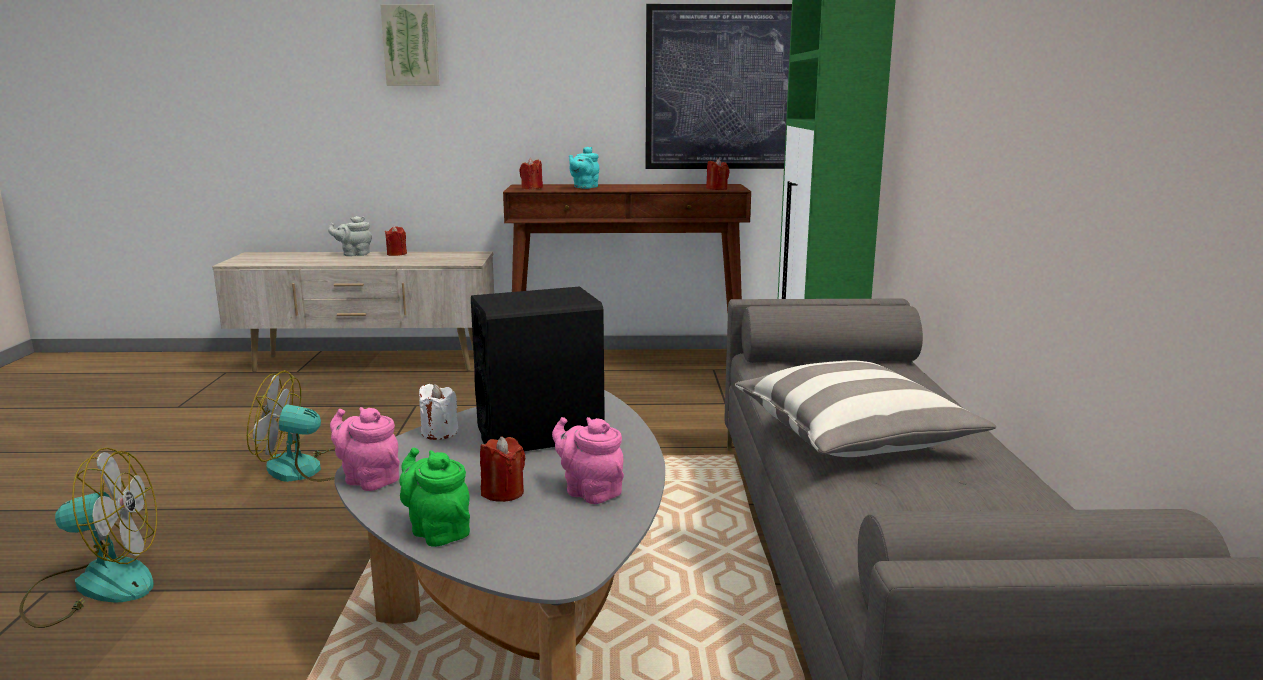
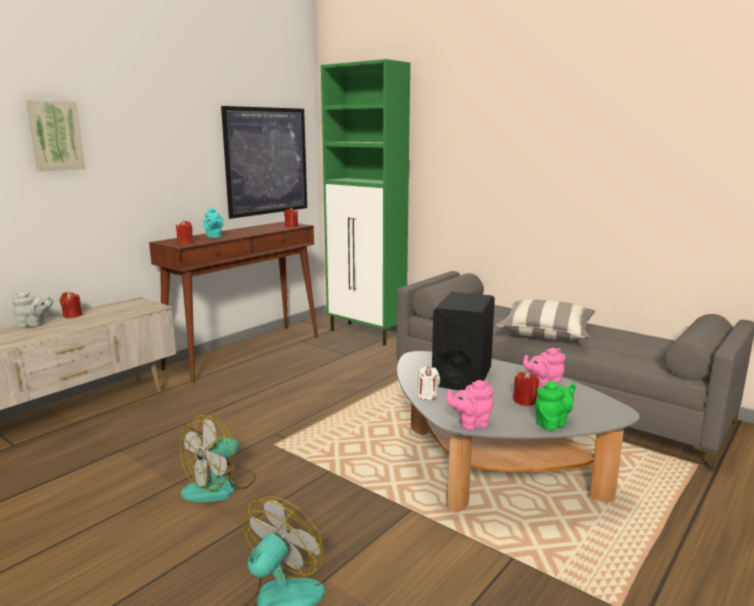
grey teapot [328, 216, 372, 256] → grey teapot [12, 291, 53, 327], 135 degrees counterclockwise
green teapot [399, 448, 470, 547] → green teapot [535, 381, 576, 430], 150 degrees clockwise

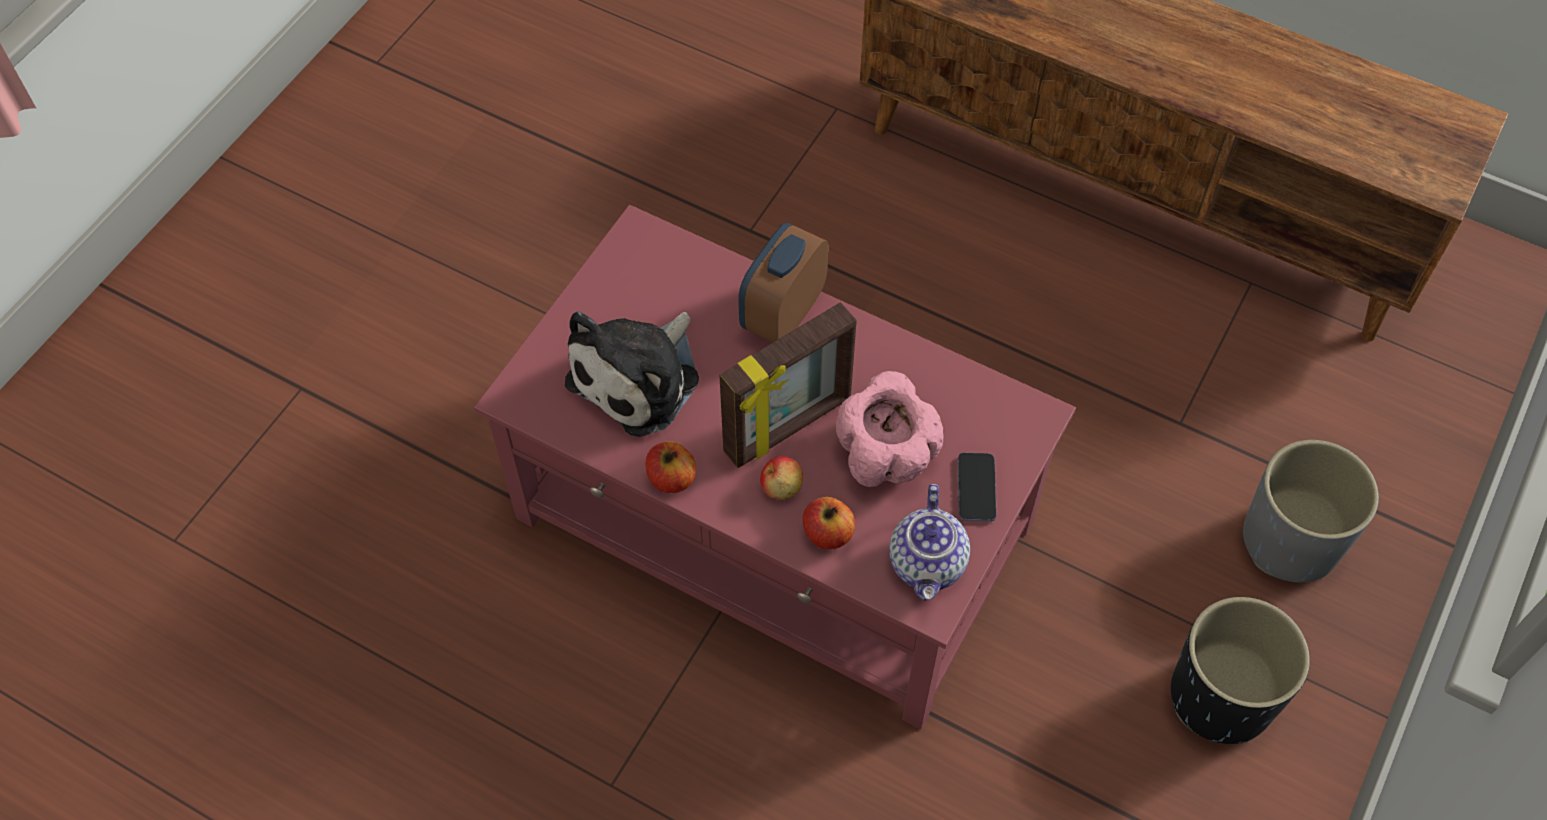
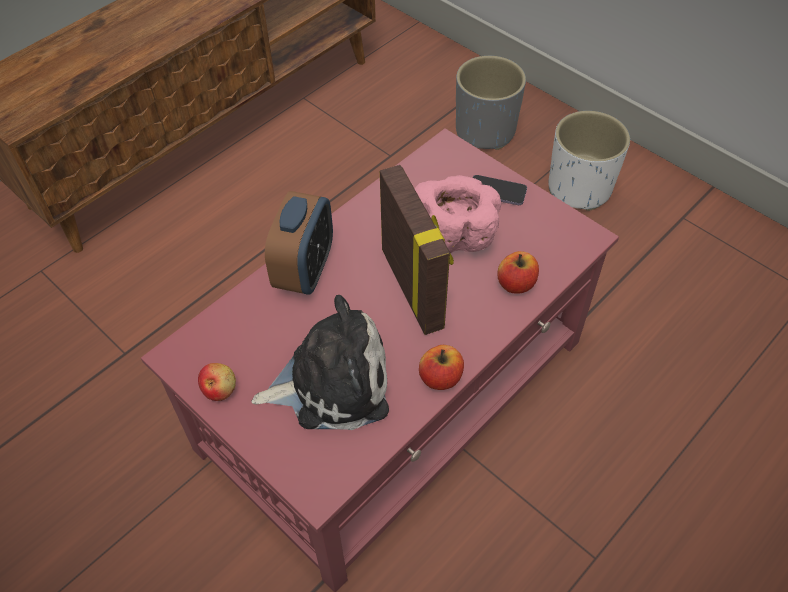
alarm clock [738, 223, 829, 342] → alarm clock [265, 191, 333, 295], 120 degrees counterclockwise
plush toy [565, 311, 699, 437] → plush toy [251, 295, 389, 430], 60 degrees counterclockwise
apple [760, 456, 803, 500] → apple [198, 363, 236, 401], relocated
teapot [889, 484, 970, 601] → -
black planter [1171, 597, 1310, 744] → white planter [549, 111, 630, 211]

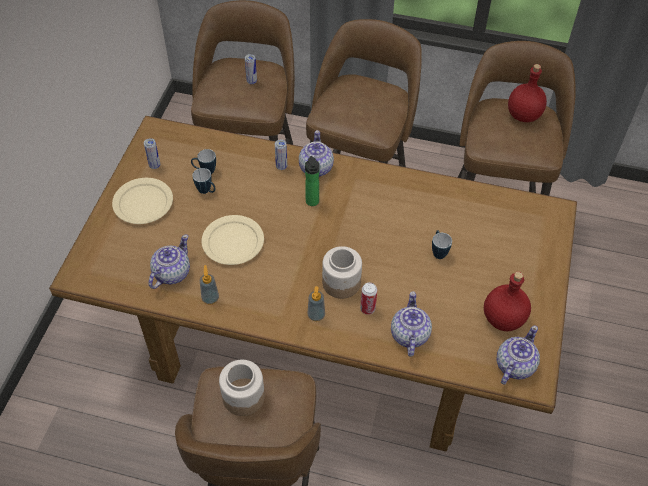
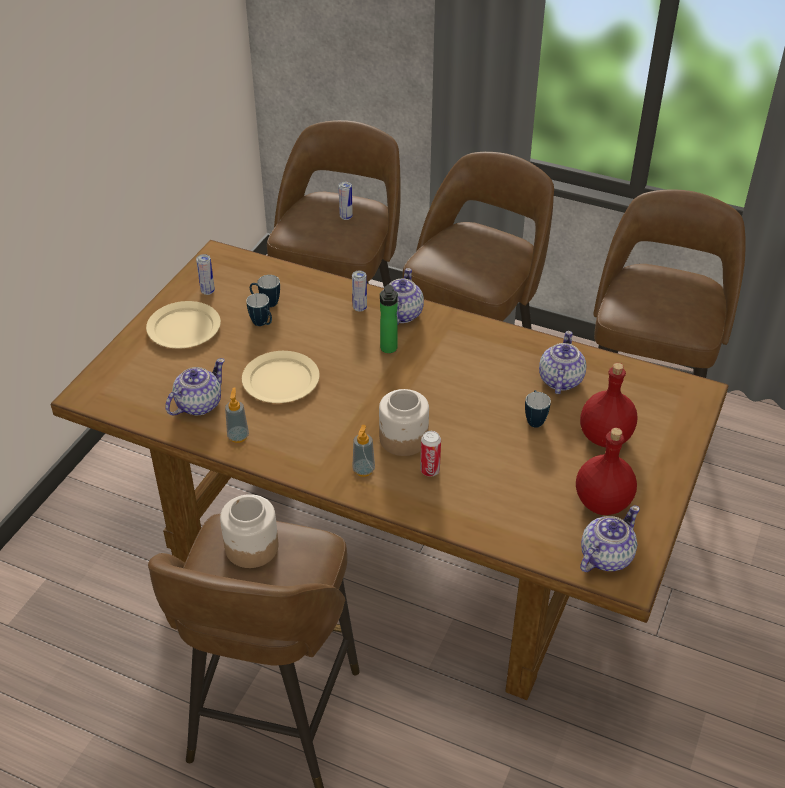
red bottle [508, 64, 547, 122] → red bottle [580, 363, 637, 447], relocated
teapot [391, 291, 432, 357] → teapot [539, 331, 586, 394], relocated

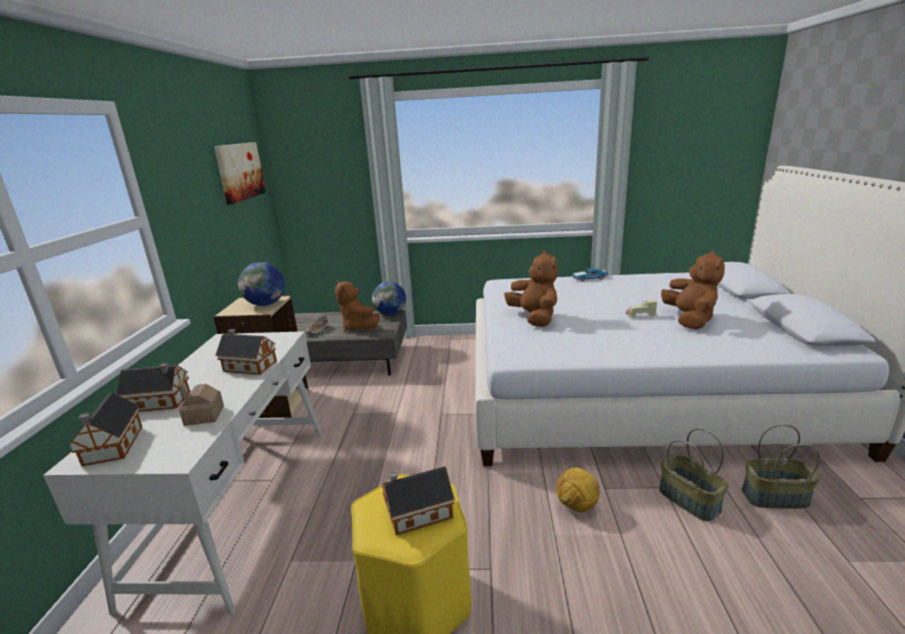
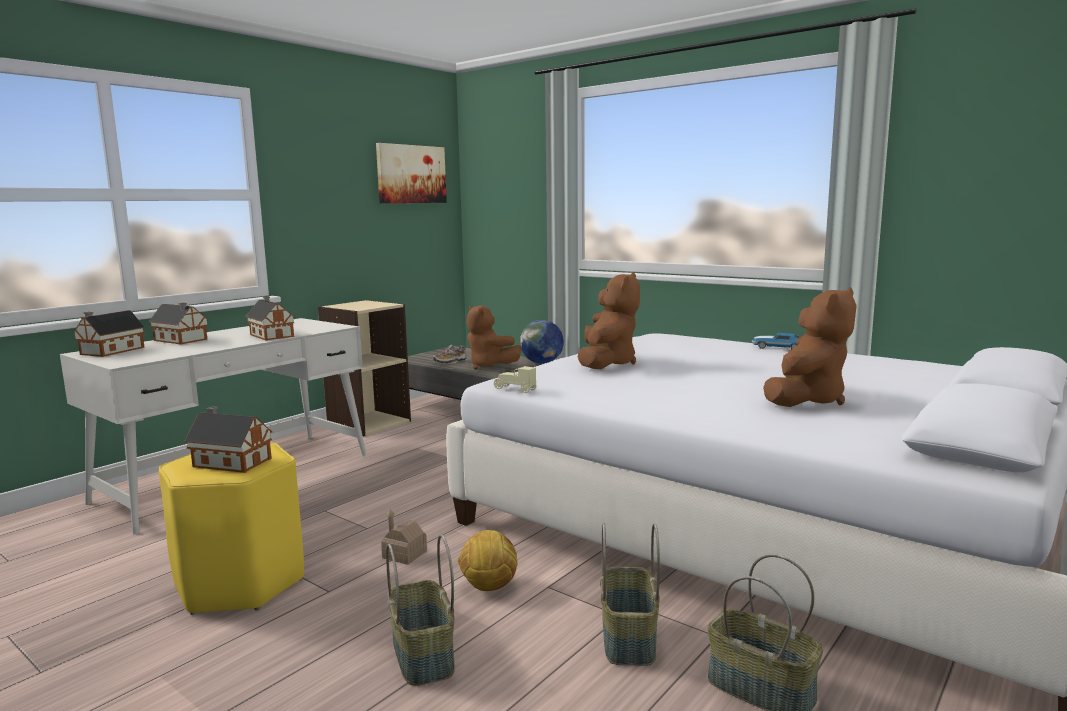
globe [238, 262, 285, 306] → -
brown plush toy [335, 280, 380, 332] → brown plush toy [467, 305, 521, 370], 45 degrees counterclockwise
beige toy car [625, 300, 657, 318] → beige toy car [494, 366, 537, 393], relocated
toy house [176, 380, 224, 426] → toy house [381, 510, 427, 565], relocated
- → basket [386, 534, 455, 686]

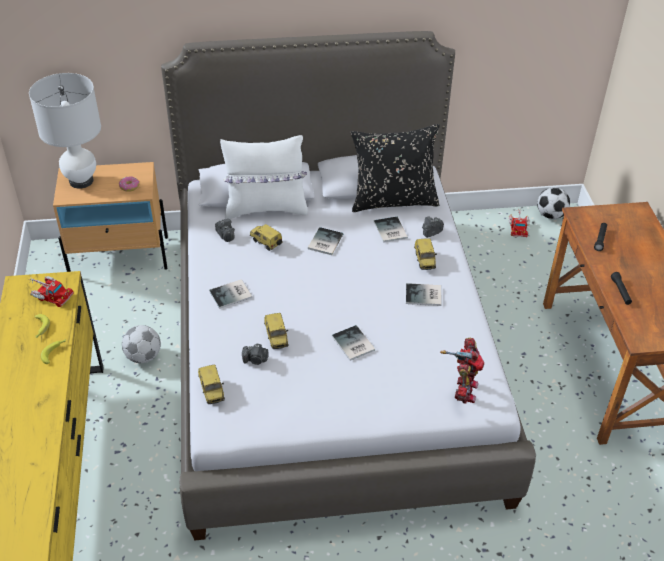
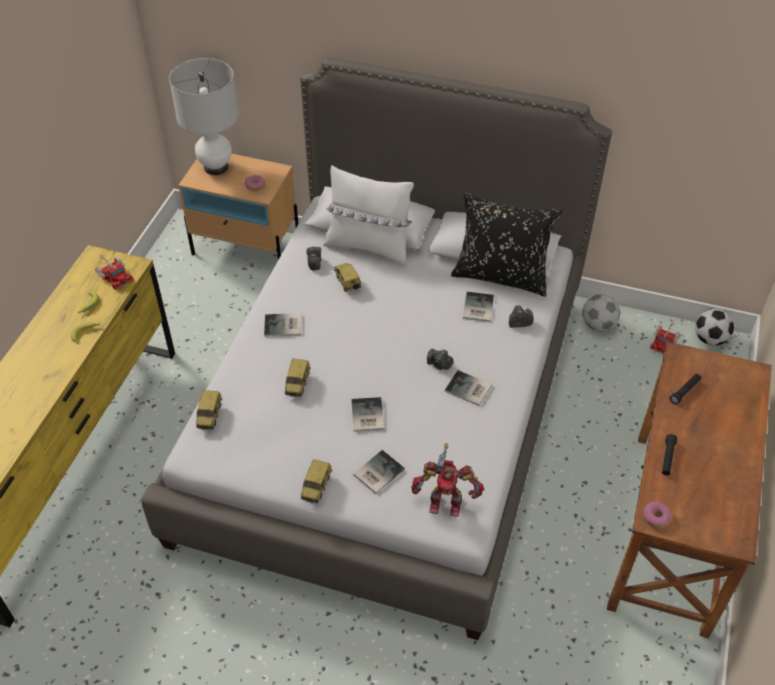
book [308, 227, 343, 255] → book [353, 450, 405, 494], relocated
toy car [414, 238, 437, 270] → toy car [301, 459, 332, 503], relocated
football [122, 325, 161, 363] → football [582, 294, 620, 331], relocated
toy robot [440, 337, 484, 404] → toy robot [411, 443, 484, 517], 60 degrees clockwise
photo camera [242, 344, 269, 365] → photo camera [427, 349, 453, 370], relocated
- → donut [643, 501, 672, 528]

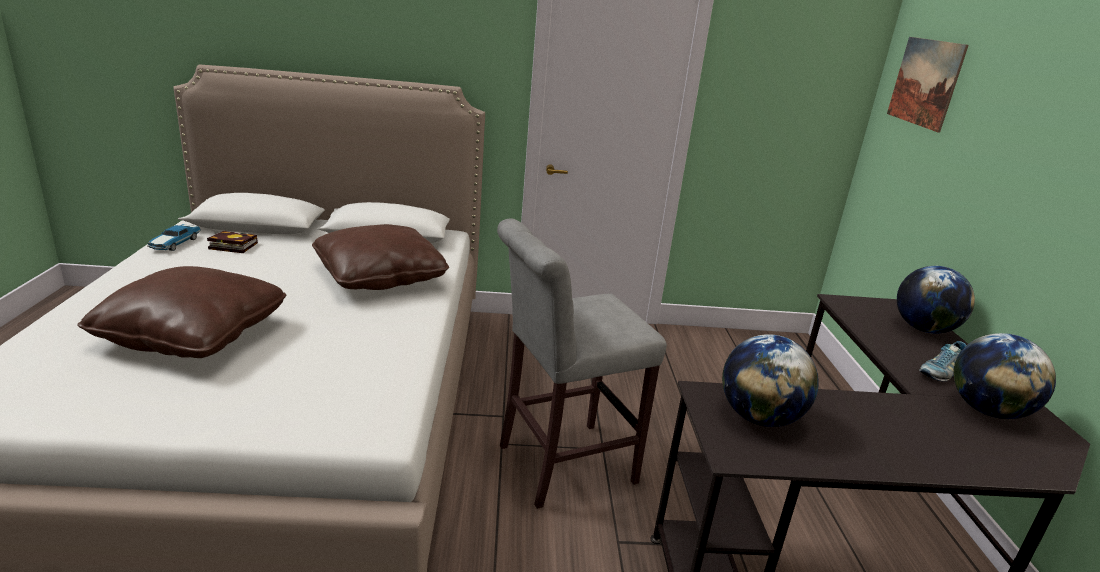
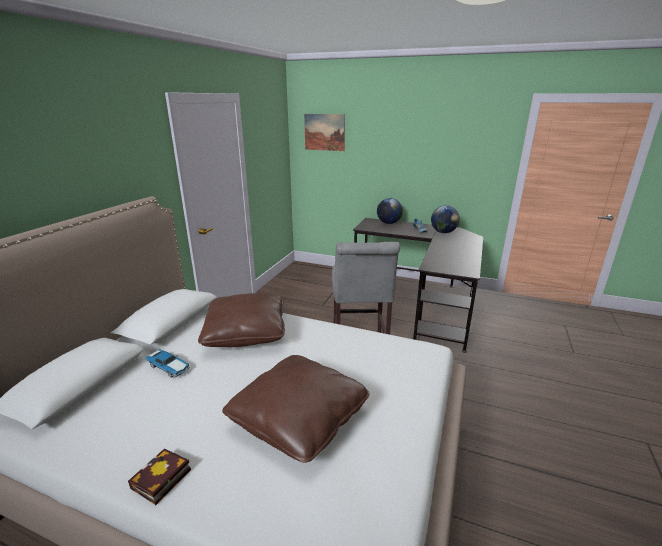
toy car [147, 224, 201, 251] → toy car [146, 349, 190, 378], relocated
book [207, 231, 258, 253] → book [128, 448, 191, 505], relocated
globe [722, 334, 819, 427] → -

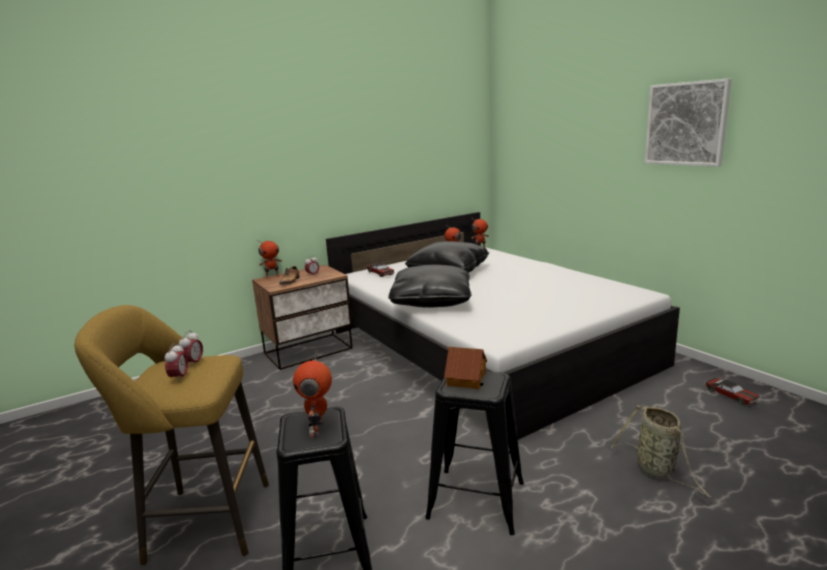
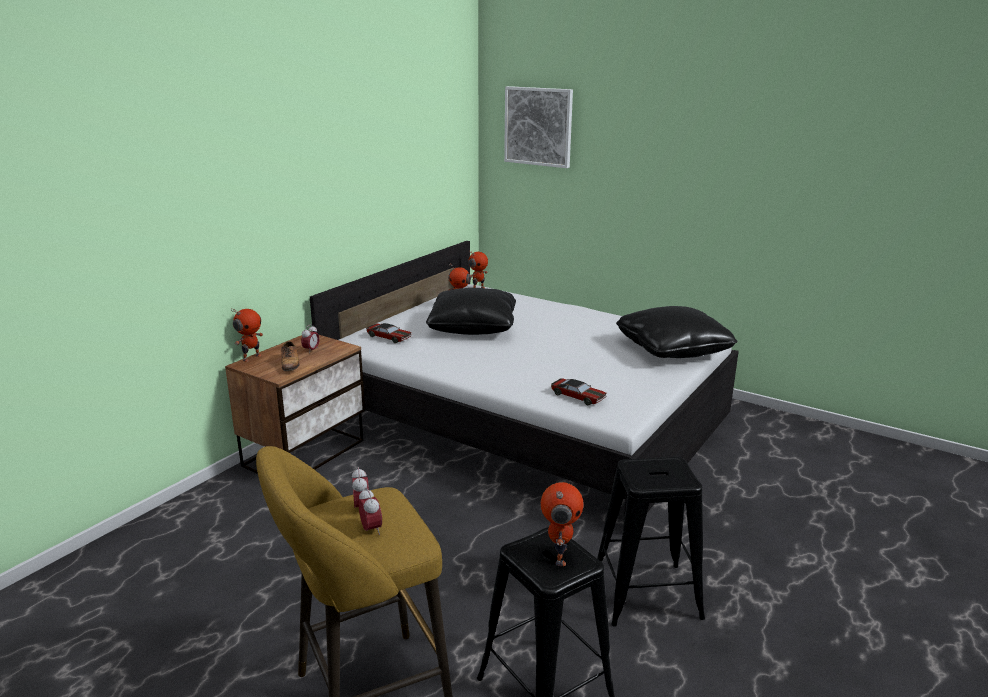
picture [645, 78, 732, 167] → picture [504, 86, 573, 168], relocated
black pillow [388, 264, 472, 307] → black pillow [616, 306, 737, 358], relocated
toy house [444, 347, 487, 389] → -
toy robot [293, 349, 332, 437] → toy robot [541, 482, 584, 566], 150 degrees counterclockwise
toy car [706, 378, 760, 405] → toy car [551, 378, 607, 405], relocated
basket [611, 405, 711, 498] → -

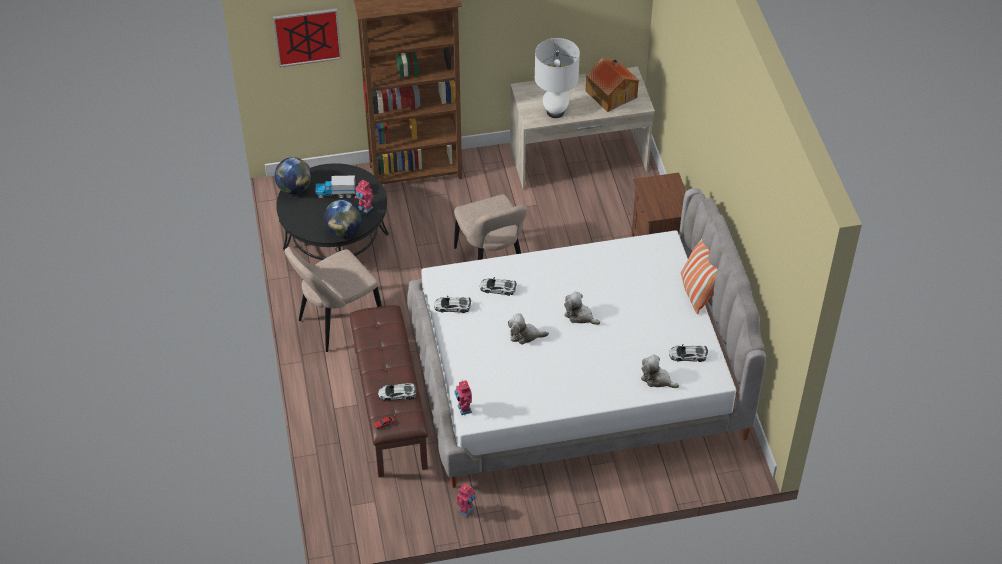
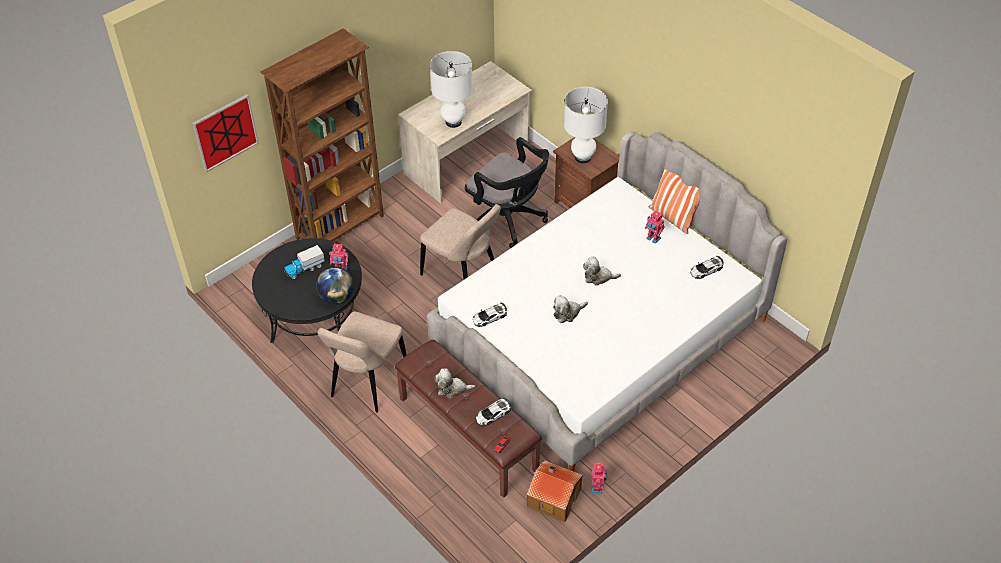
toy house [586, 58, 640, 112] → toy house [527, 460, 583, 522], relocated
globe [275, 157, 312, 194] → -
toy car [480, 277, 517, 296] → -
plush toy [641, 354, 679, 388] → plush toy [434, 368, 476, 399], relocated
toy robot [454, 380, 472, 415] → toy robot [645, 210, 665, 244], relocated
- → white table lamp [564, 87, 608, 163]
- → black office chair [465, 137, 549, 248]

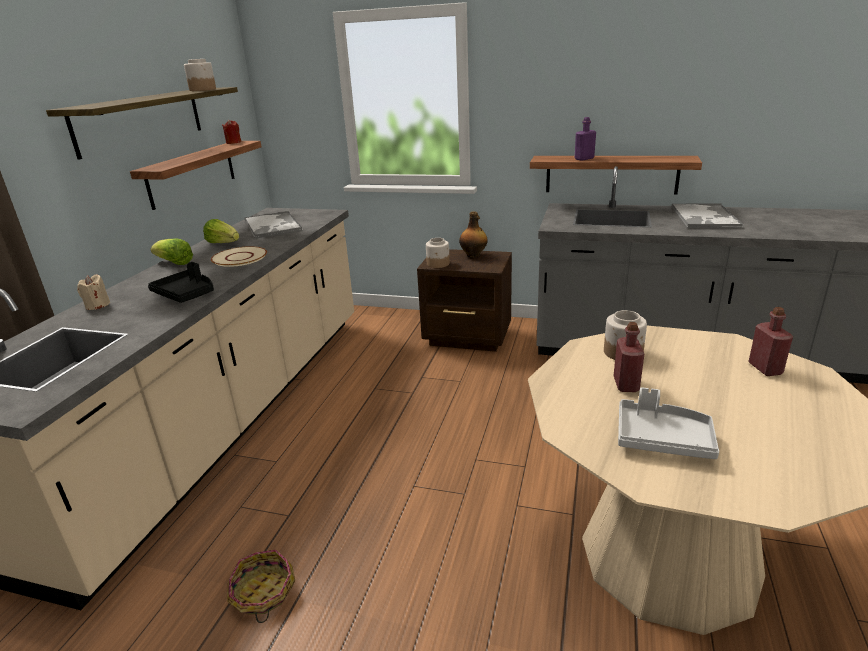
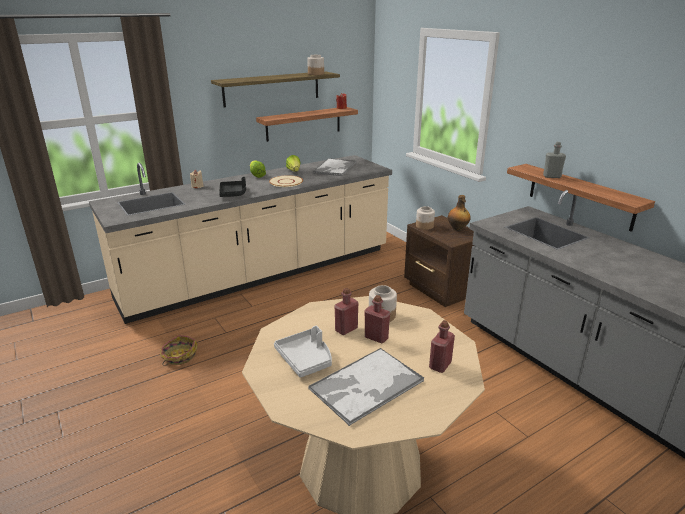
purple bottle [575, 117, 596, 161] → grey bottle [543, 142, 566, 178]
tray [671, 203, 743, 229] → tray [308, 348, 424, 426], relocated
- → red bottle [365, 295, 390, 343]

